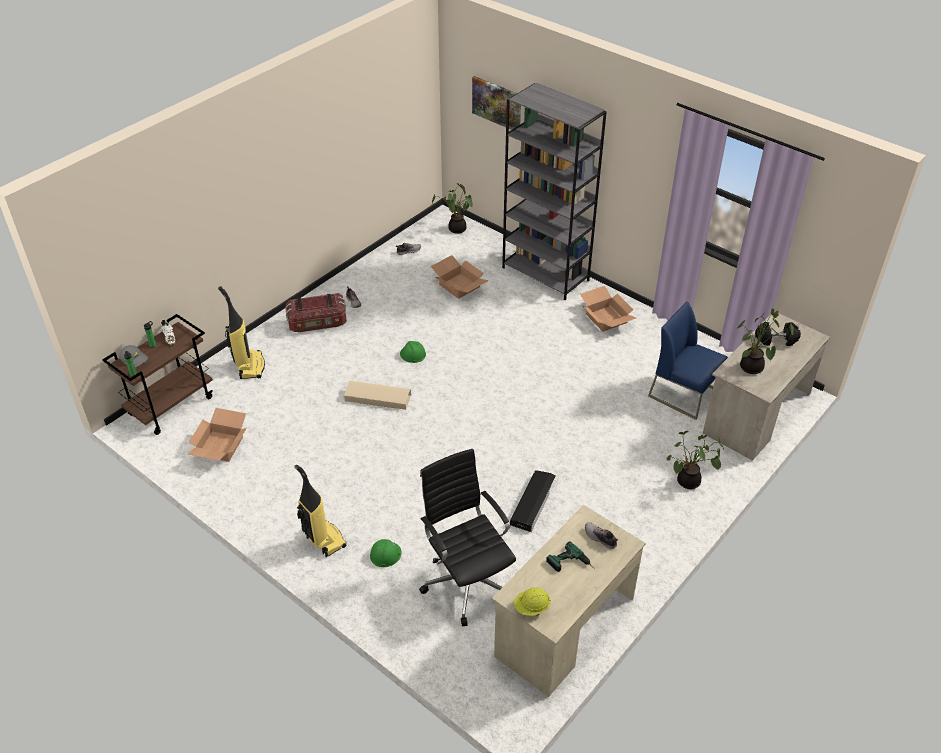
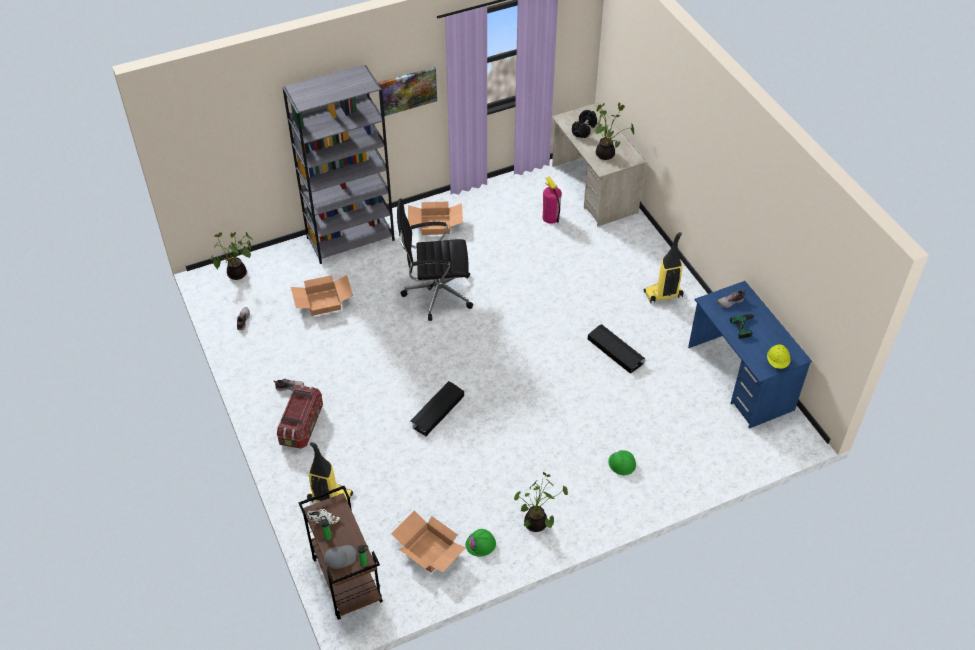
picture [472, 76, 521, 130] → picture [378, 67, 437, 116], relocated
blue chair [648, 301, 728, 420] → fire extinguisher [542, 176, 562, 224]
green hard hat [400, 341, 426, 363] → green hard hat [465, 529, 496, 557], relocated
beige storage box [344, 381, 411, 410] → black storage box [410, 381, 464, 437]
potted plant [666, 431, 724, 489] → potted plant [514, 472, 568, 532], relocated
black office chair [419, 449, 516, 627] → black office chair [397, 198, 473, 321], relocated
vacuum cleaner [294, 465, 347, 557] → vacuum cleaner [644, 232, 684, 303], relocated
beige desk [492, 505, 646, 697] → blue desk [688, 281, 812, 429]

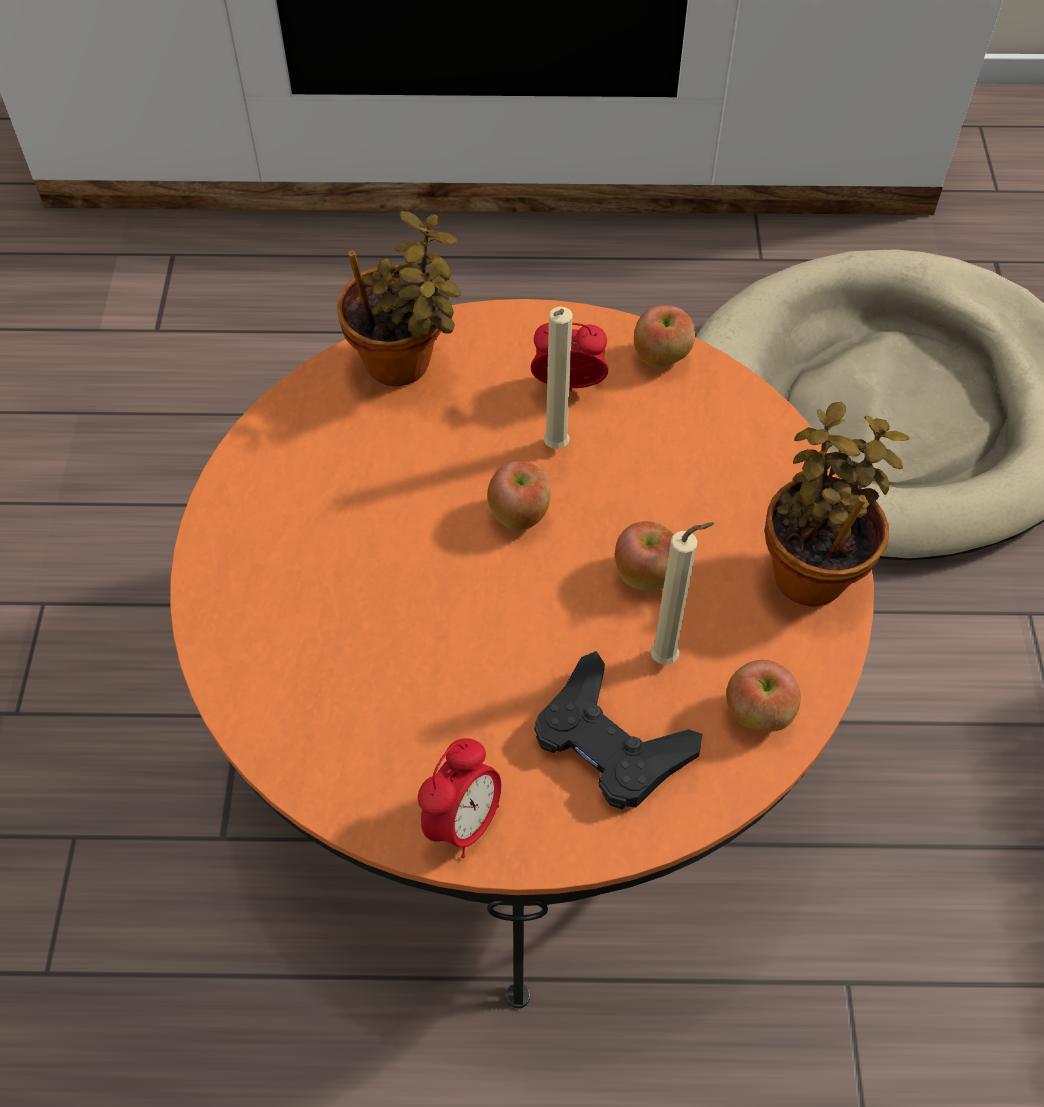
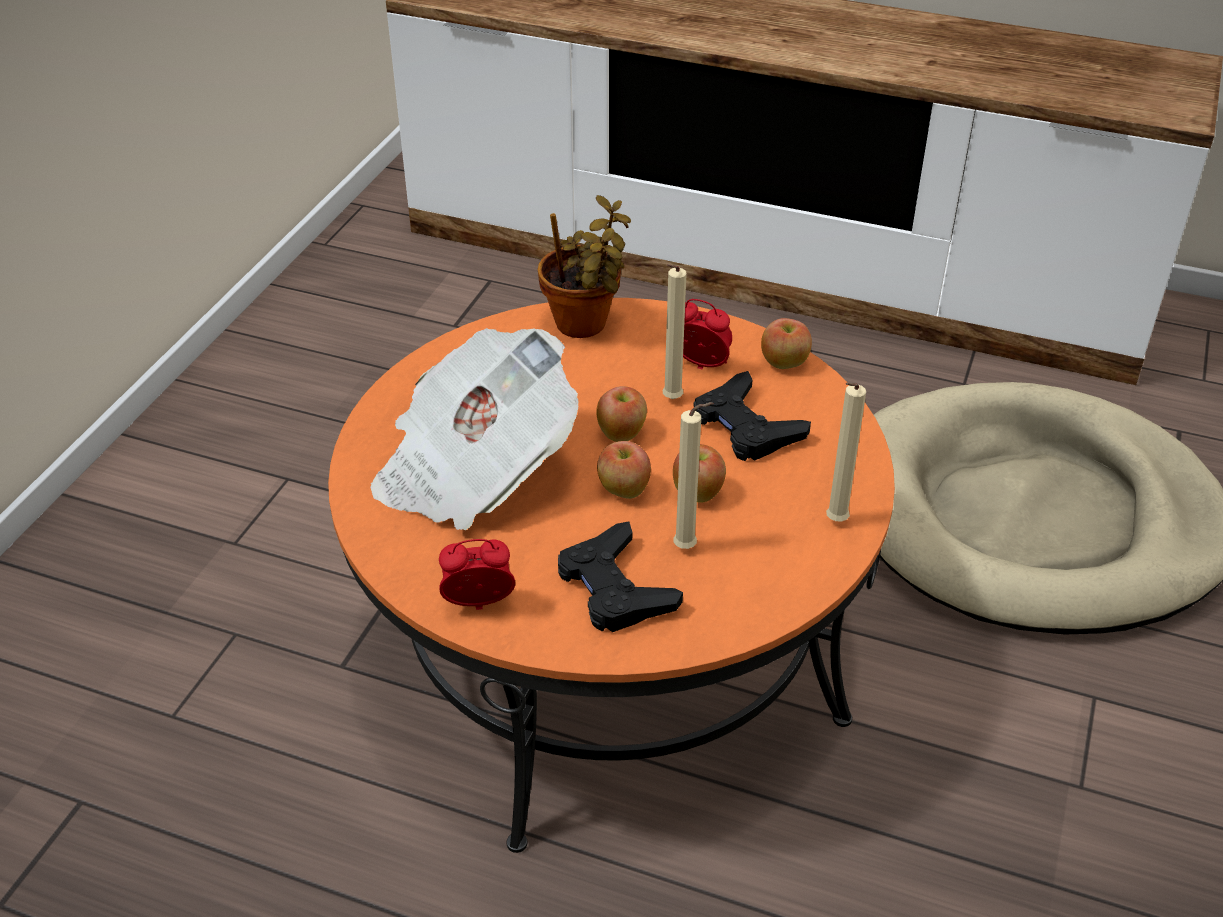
potted plant [765, 402, 909, 607] → beige candle [826, 382, 866, 521]
apple [726, 660, 801, 732] → apple [597, 441, 651, 499], relocated
alarm clock [418, 738, 501, 858] → alarm clock [439, 539, 515, 610], 150 degrees counterclockwise
- → newspaper [370, 328, 579, 530]
- → black game controller [694, 371, 811, 461]

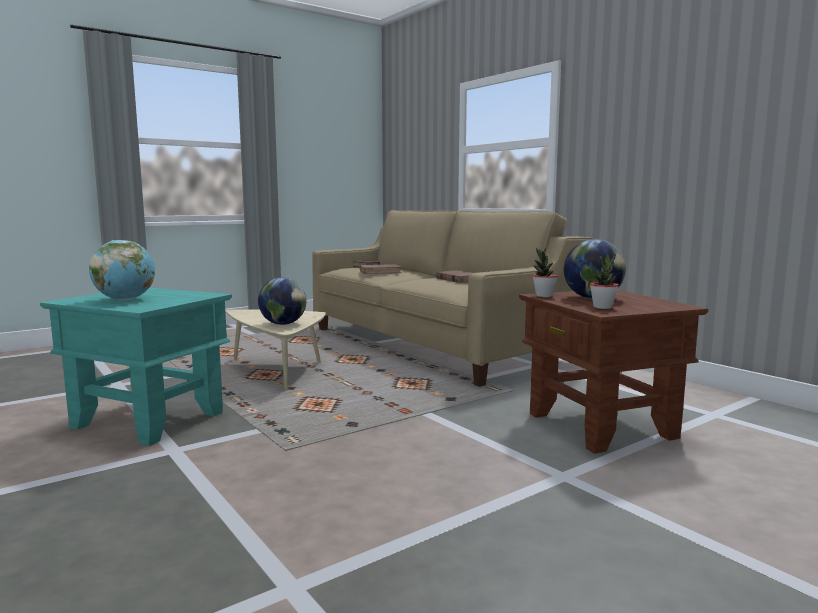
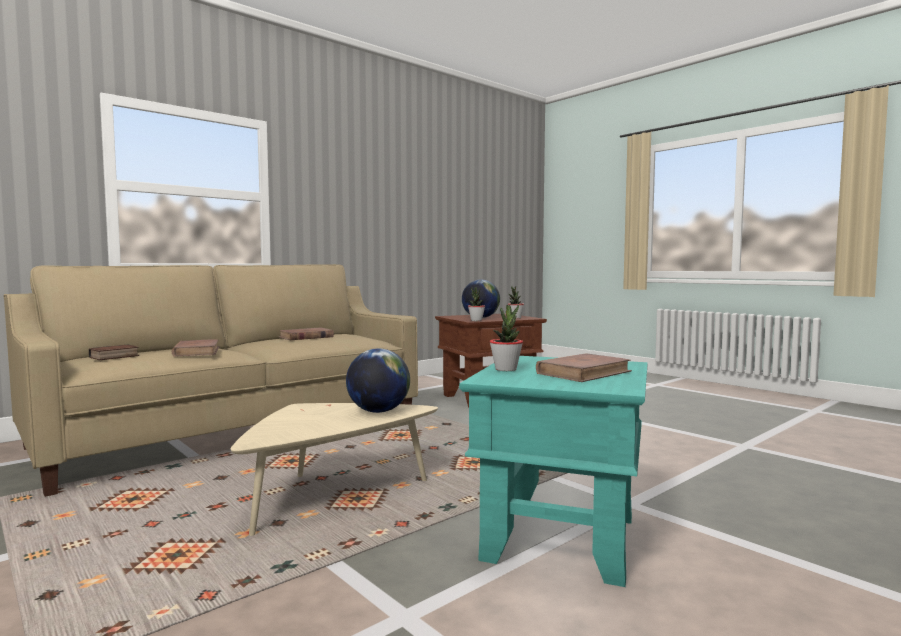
globe [89, 240, 155, 300] → brown book [536, 353, 632, 382]
- → potted plant [489, 305, 523, 371]

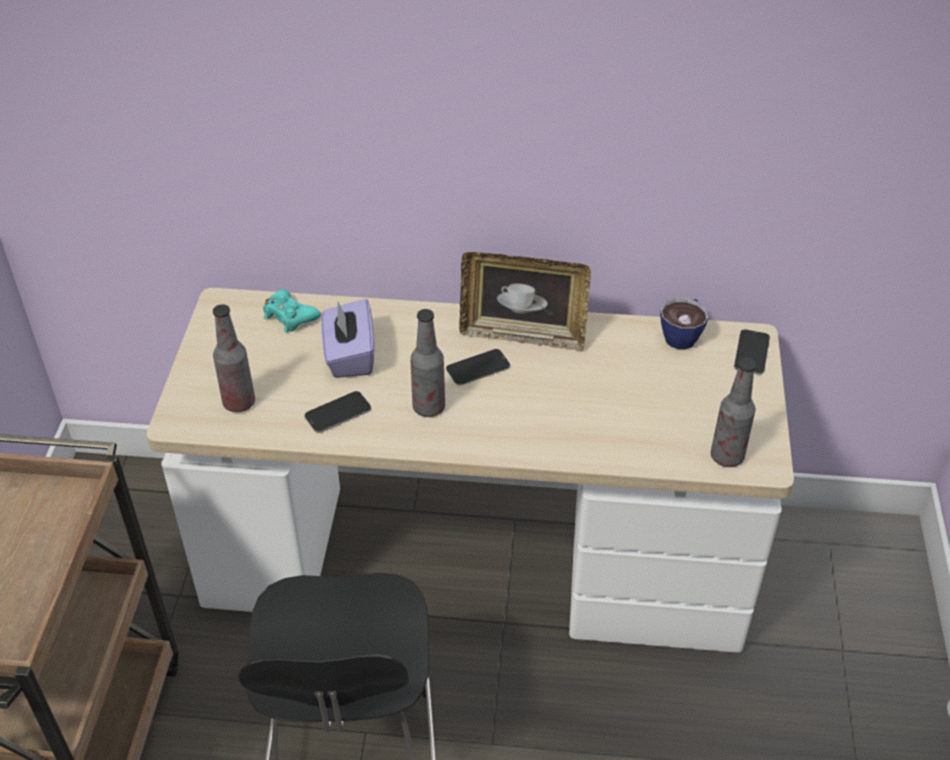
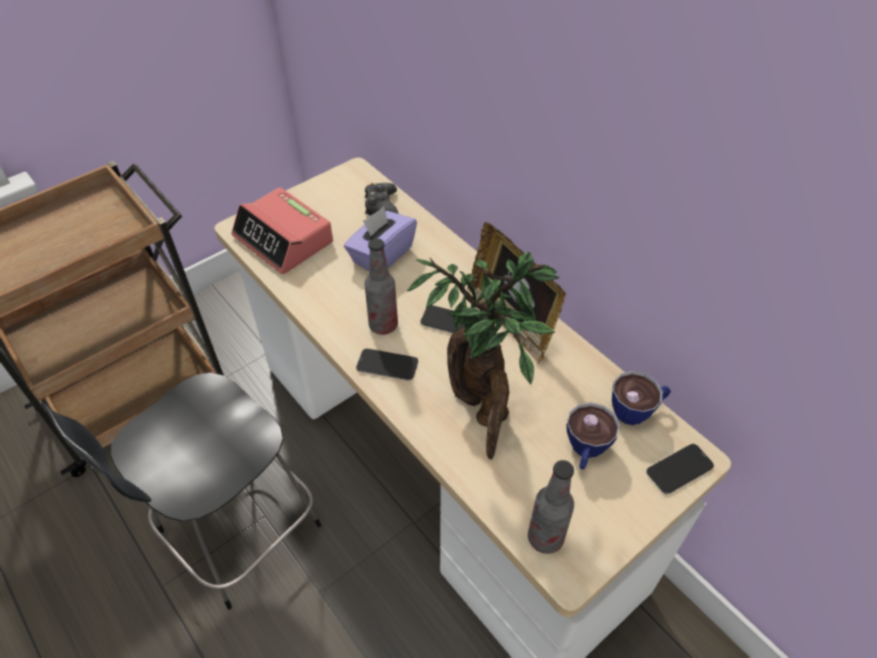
turquoise game controller [263, 289, 321, 333] → black game controller [365, 183, 398, 216]
bottle [213, 304, 255, 412] → alarm clock [232, 187, 333, 274]
phone [304, 391, 371, 433] → phone [356, 349, 418, 381], relocated
- → potted plant [407, 252, 559, 460]
- → cup [566, 402, 620, 470]

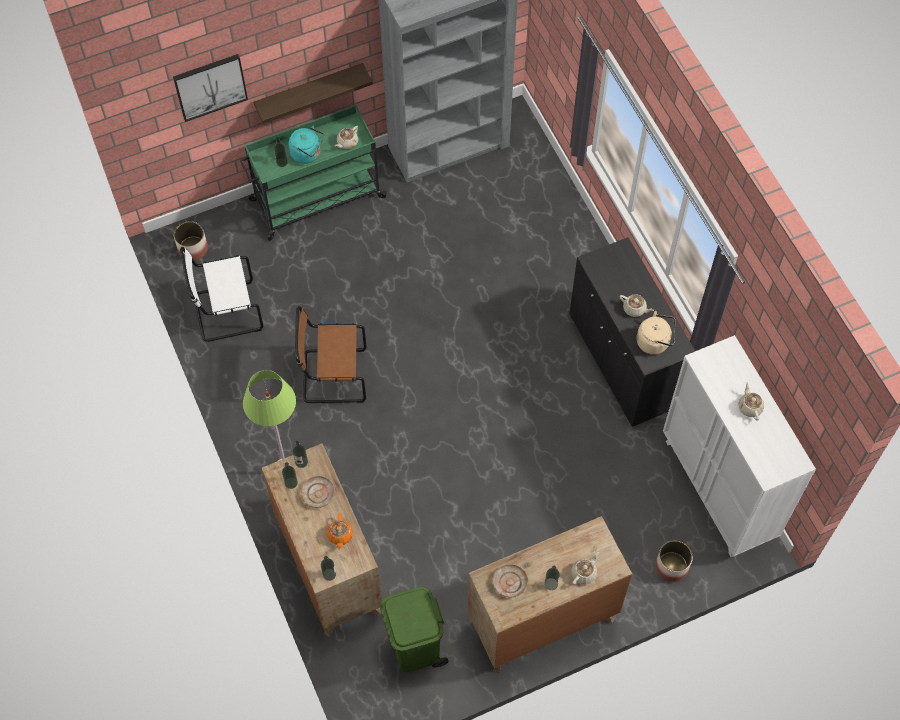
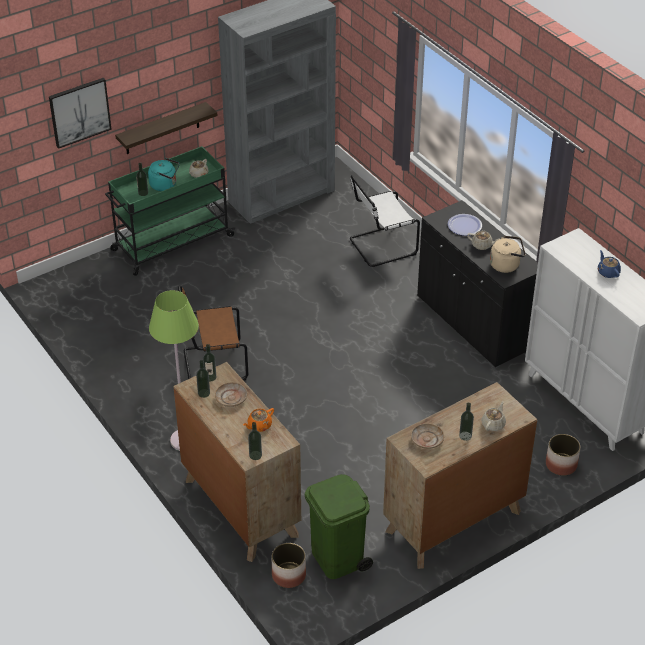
planter [174, 221, 208, 260] → planter [271, 543, 306, 588], relocated
white chair [180, 247, 263, 342] → white chair [350, 175, 420, 267], relocated
beige teapot [738, 382, 764, 421] → blue teapot [598, 250, 621, 278]
orange teapot [327, 513, 353, 550] → orange teapot [243, 408, 274, 432], 60 degrees clockwise
- → plate [448, 214, 482, 236]

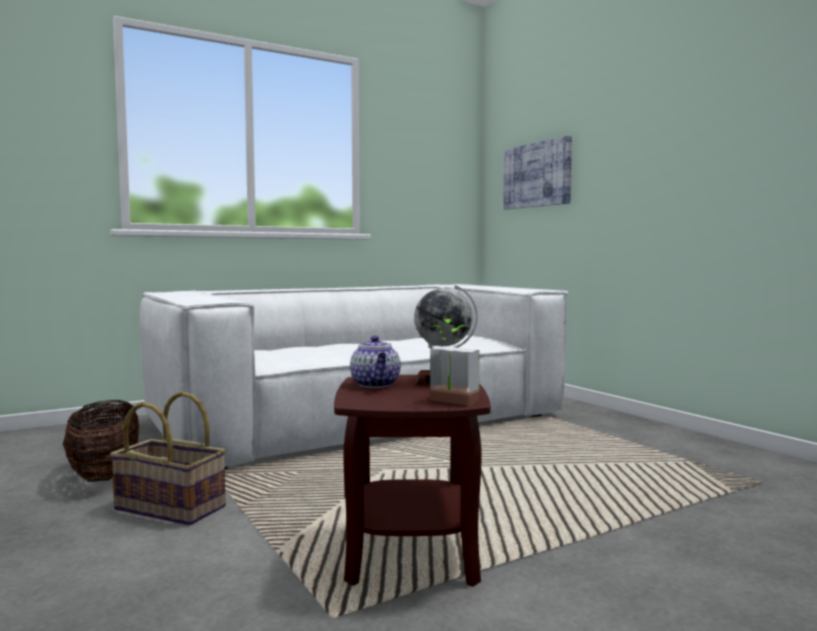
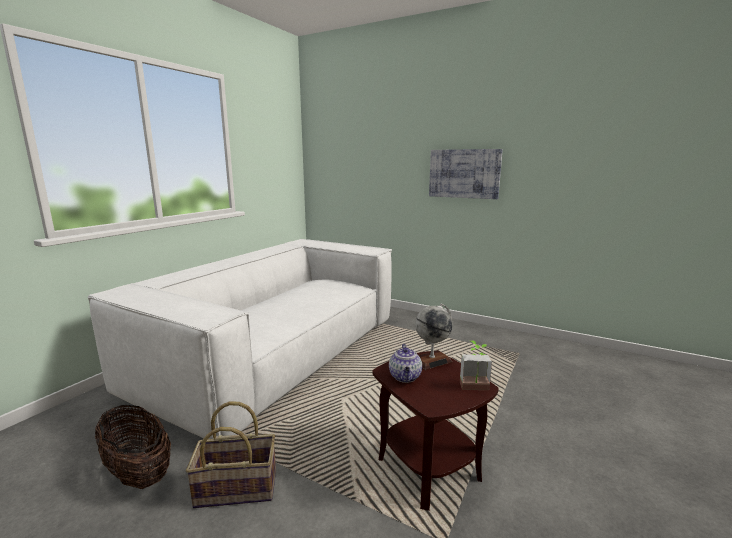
picture [503, 135, 572, 210] → picture [429, 149, 503, 199], relocated
teapot [350, 336, 401, 388] → teapot [389, 344, 422, 383], 45 degrees clockwise

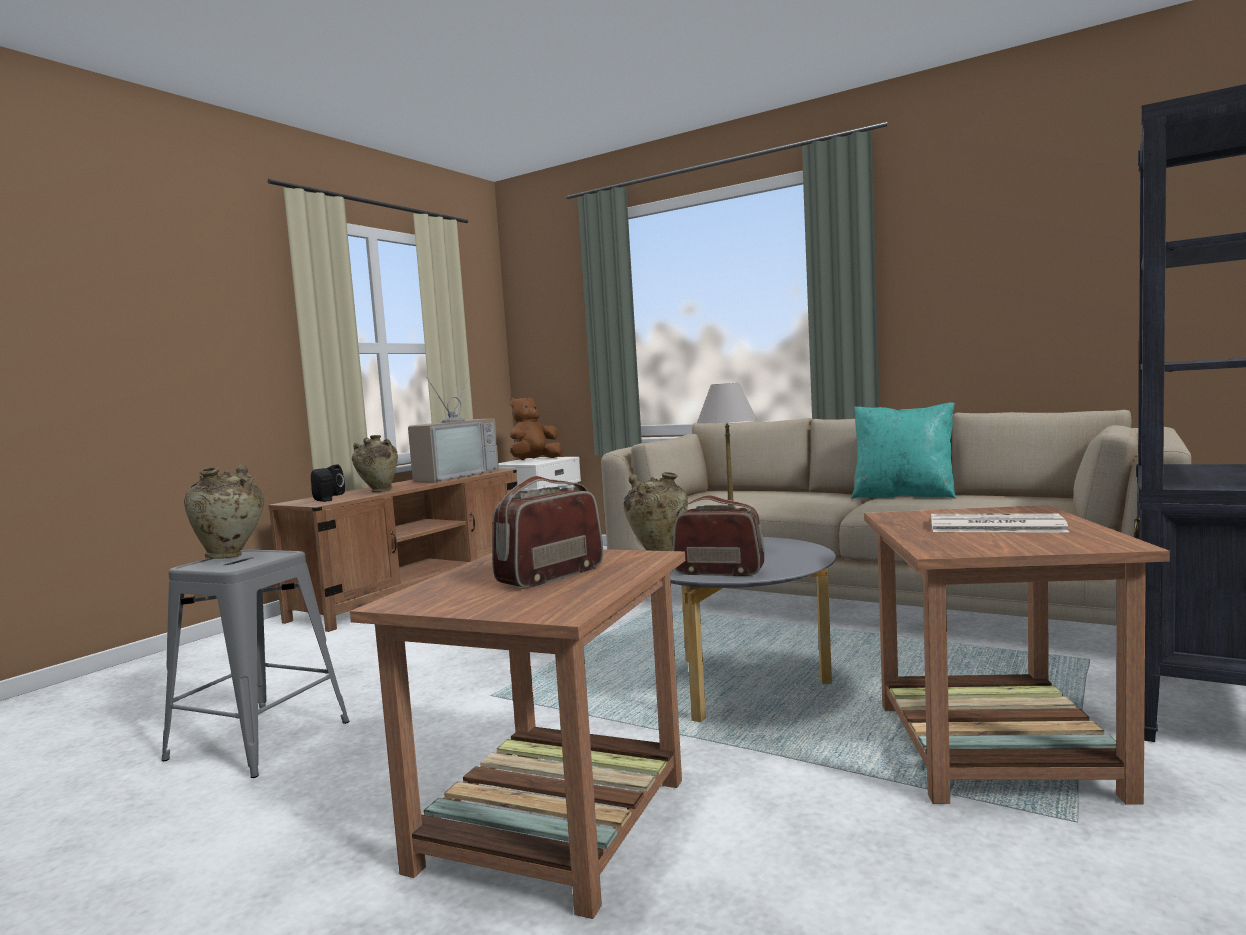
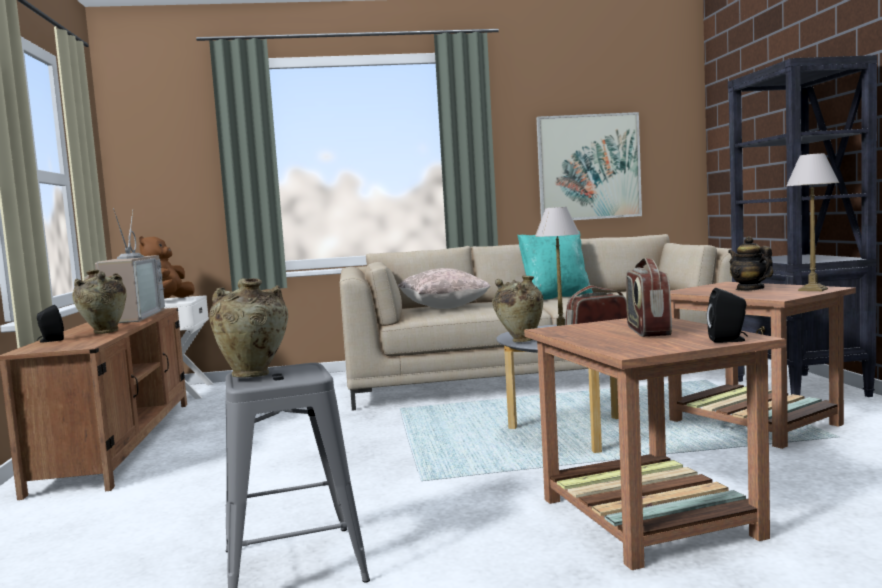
black speaker [311, 468, 334, 502] → black speaker [707, 288, 748, 343], relocated
newspaper [931, 513, 1069, 533] → teapot [728, 236, 773, 291]
- → picture [536, 112, 642, 220]
- → table lamp [786, 153, 839, 291]
- → beige pillow [398, 268, 490, 309]

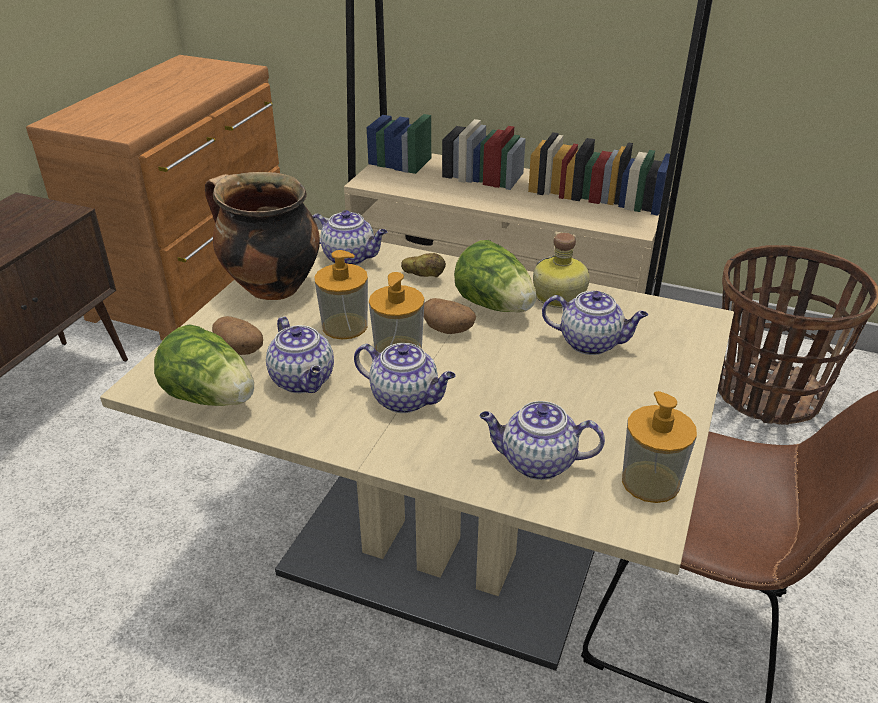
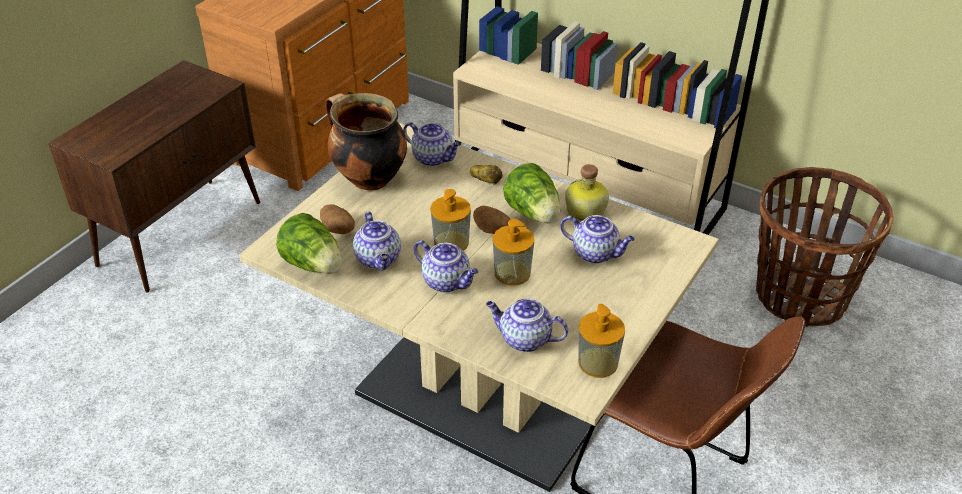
soap dispenser [314, 250, 368, 340] → soap dispenser [493, 219, 534, 285], relocated

